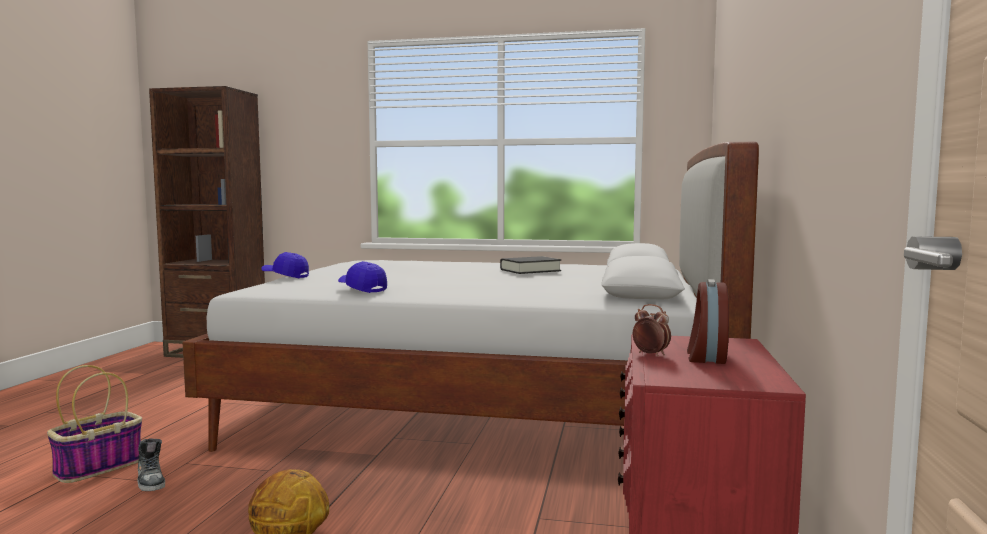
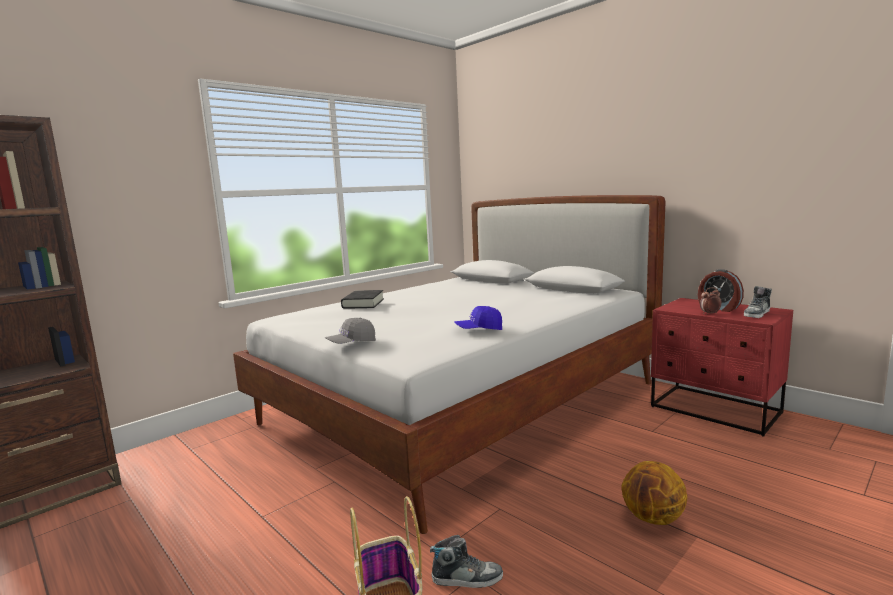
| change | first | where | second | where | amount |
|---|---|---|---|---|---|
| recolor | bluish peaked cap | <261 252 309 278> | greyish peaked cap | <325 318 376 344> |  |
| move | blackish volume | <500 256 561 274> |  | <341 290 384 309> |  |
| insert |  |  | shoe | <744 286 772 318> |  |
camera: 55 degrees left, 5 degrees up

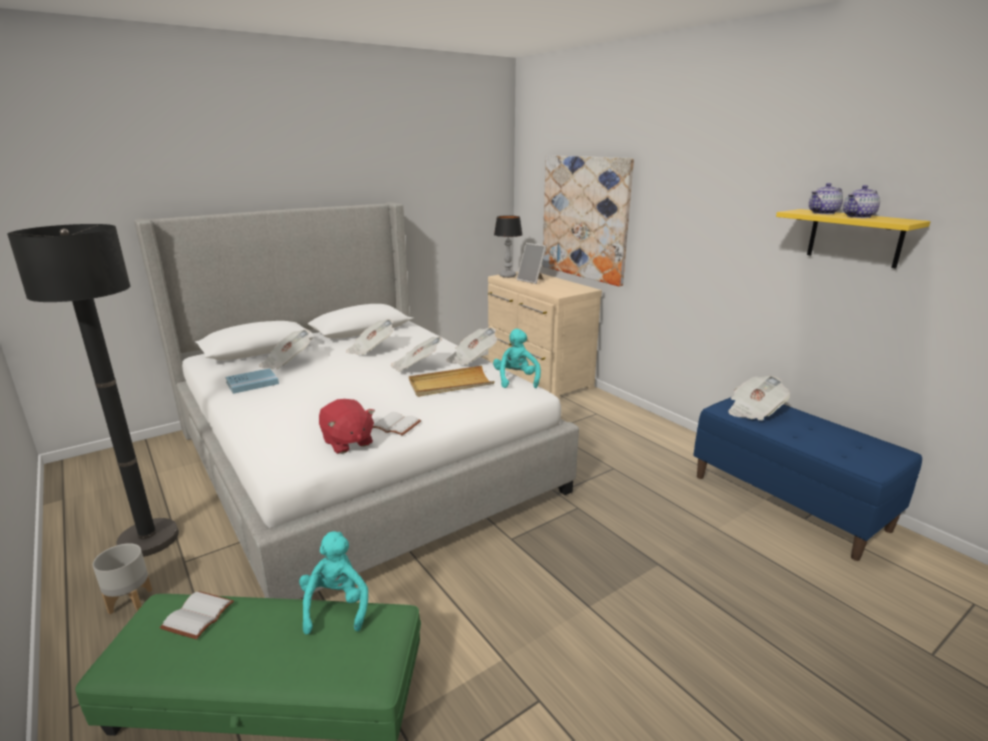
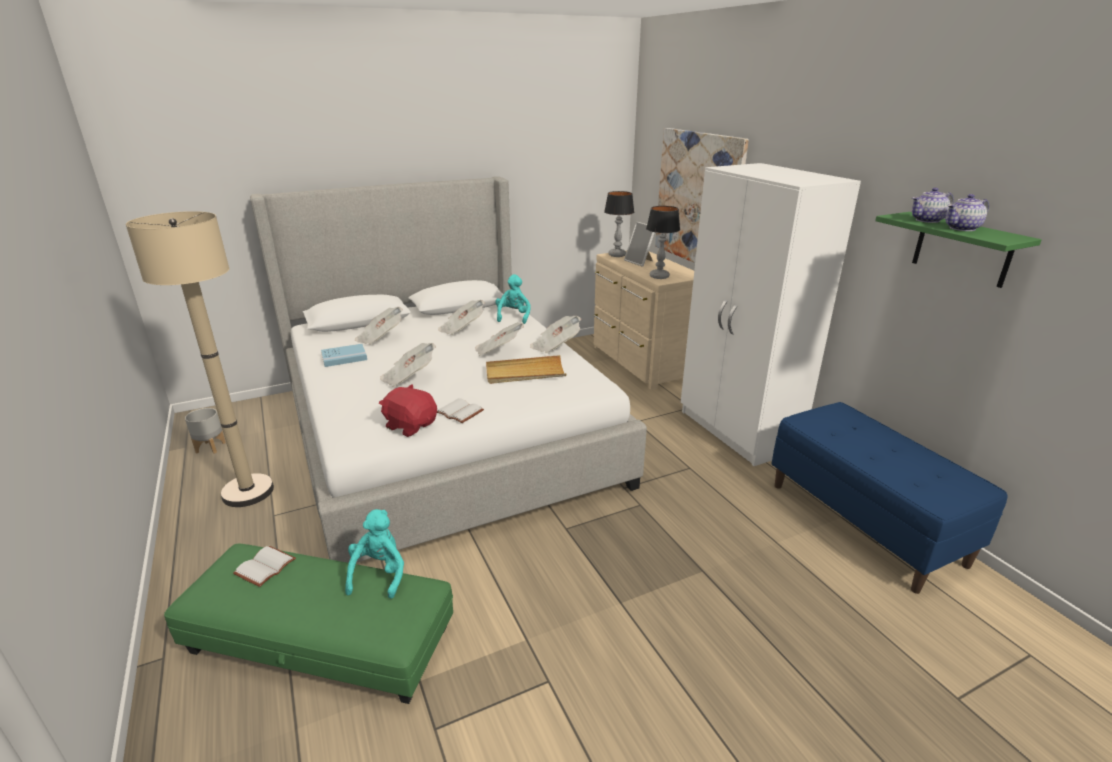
| change | first | where | second | where | amount |
|---|---|---|---|---|---|
| recolor | blackish standard lamp | <7 224 179 557> | beige-coloured standard lamp | <126 211 274 507> |  |
| move | greyish flower pot | <93 543 152 614> |  | <185 408 226 454> |  |
| rotate | red-coloured plush toy | <319 399 375 454> |  | <379 384 437 437> | 150 degrees clockwise |
| move | blue-green plush toy | <493 329 541 388> |  | <495 274 531 324> |  |
| move | daily paper | <728 376 790 420> |  | <380 343 436 387> |  |
| recolor | yellow wall shelf | <776 209 931 269> | greenish wall shelf | <875 212 1042 288> |  |
| insert |  |  | tabletop lamp | <646 206 680 279> |  |
| insert |  |  | white wardrobe | <681 163 861 466> |  |
camera: 10 degrees right, 5 degrees up

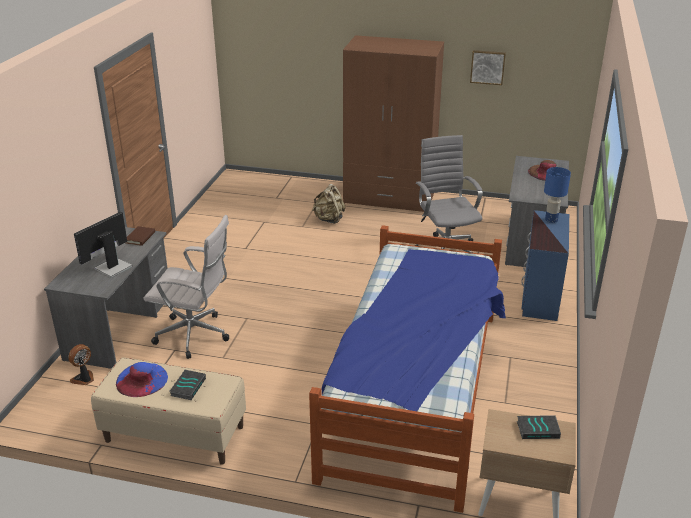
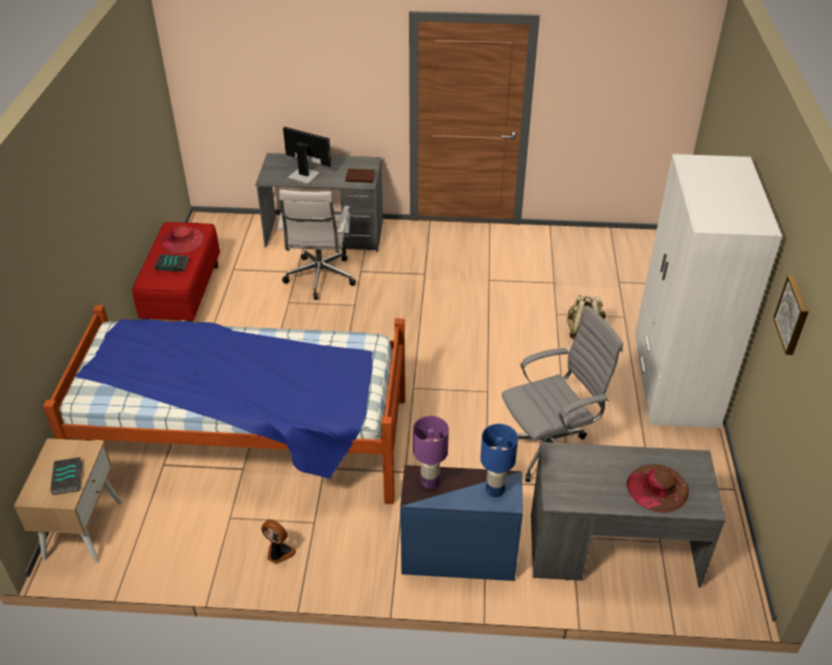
| change | first | where | second | where | amount |
|---|---|---|---|---|---|
| move | cooling fan | <68 344 94 385> |  | <261 519 296 564> |  |
| recolor | beige-coloured indoor bench | <91 358 246 465> | red-coloured indoor bench | <132 222 220 322> |  |
| recolor | bluish wearable hat | <116 362 168 397> | red-coloured wearable hat | <161 225 205 253> |  |
| recolor | brownish wardrobe | <343 35 444 212> | white wardrobe | <635 154 782 428> |  |
| insert |  |  | purplish tabletop lamp | <413 416 449 489> |  |
camera: 80 degrees right, 10 degrees up

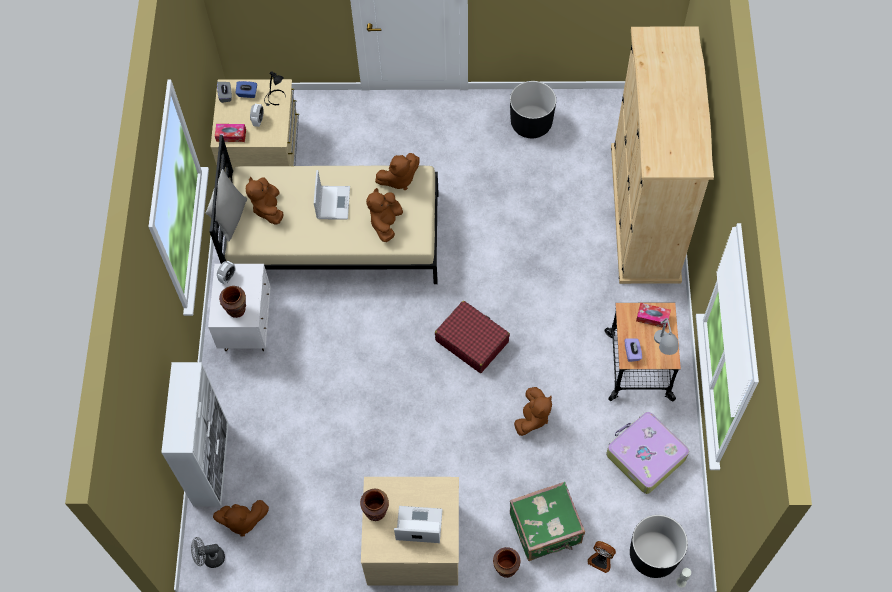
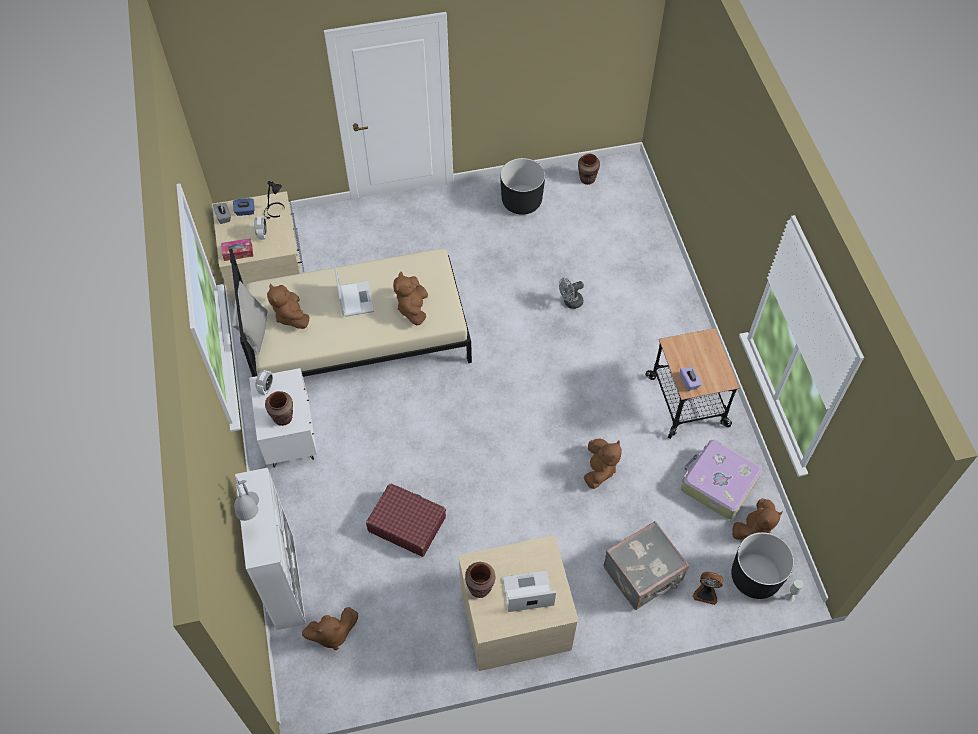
| change | first | where | second | where | amount |
|---|---|---|---|---|---|
| move | greyish cooling fan | <191 537 225 568> |  | <559 278 584 309> |  |
| move | brownish plush toy | <375 153 420 190> |  | <732 498 783 540> |  |
| move | red-coloured travel case | <435 301 510 373> |  | <366 483 446 557> |  |
| move | brownish decorative vase | <493 547 520 578> |  | <578 154 600 185> |  |
| recolor | greenish travel case | <510 482 585 561> | greyish travel case | <604 521 689 610> |  |
| delete | beige-coloured wardrobe | <611 26 714 284> |  |  |  |
| delete | box of tissues | <636 303 671 328> |  |  |  |
| move | greyish tabletop lamp | <654 318 678 355> |  | <234 478 259 521> |  |
camera: 15 degrees left, 5 degrees down

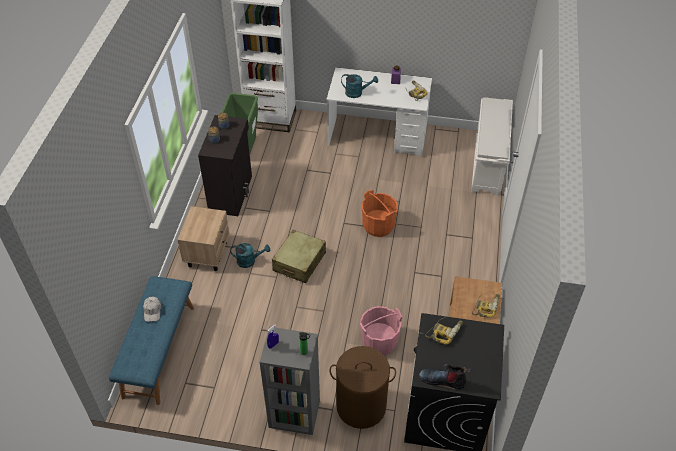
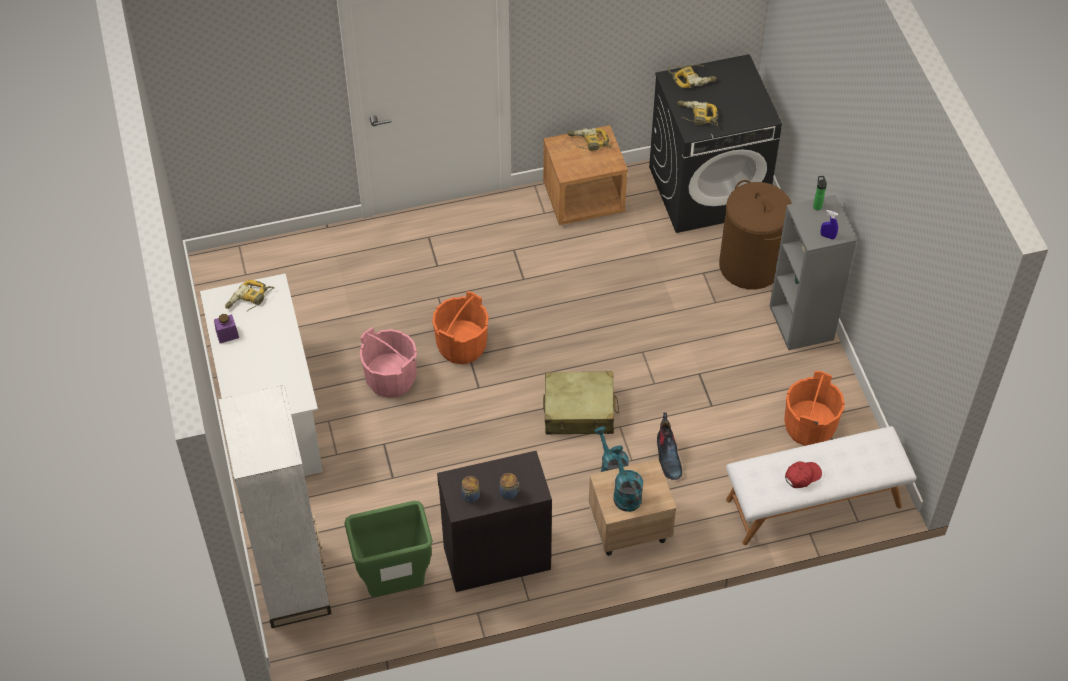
| change | first | where | second | where | amount |
|---|---|---|---|---|---|
| recolor | bluish indoor bench | <109 276 194 405> | white indoor bench | <726 426 916 545> |  |
| recolor | white peaked cap | <143 297 161 322> | red-coloured peaked cap | <785 461 822 488> |  |
| move | blue-green watering pot | <341 74 378 98> |  | <611 445 643 512> |  |
| move | pink-coloured bucket | <359 306 403 355> |  | <360 327 417 398> |  |
| move | tall boot | <419 364 472 390> |  | <657 413 682 480> |  |
| delete | white shoe stand | <471 97 513 196> |  |  |  |
| insert |  |  | electric drill | <668 65 716 88> |  |
| insert |  |  | orange bucket | <784 371 845 446> |  |
camera: 115 degrees left, 5 degrees up

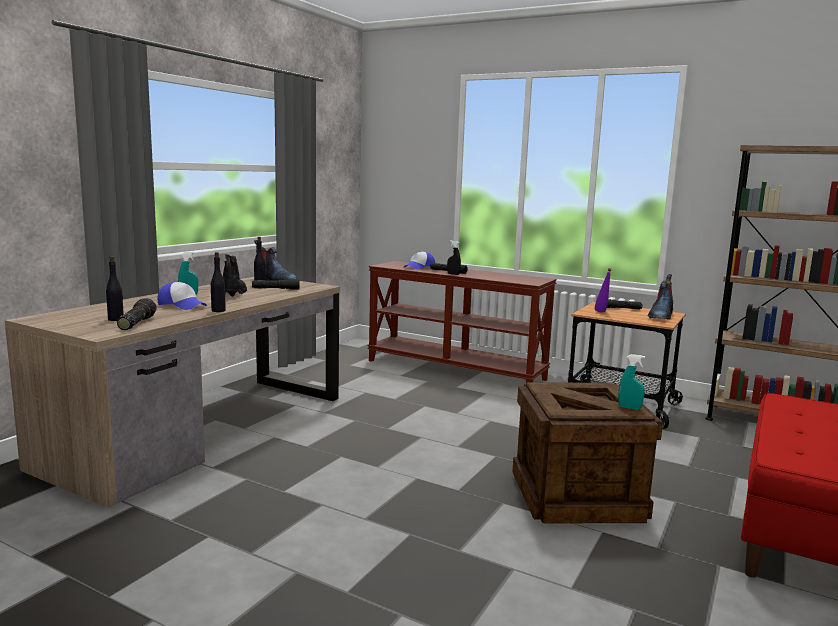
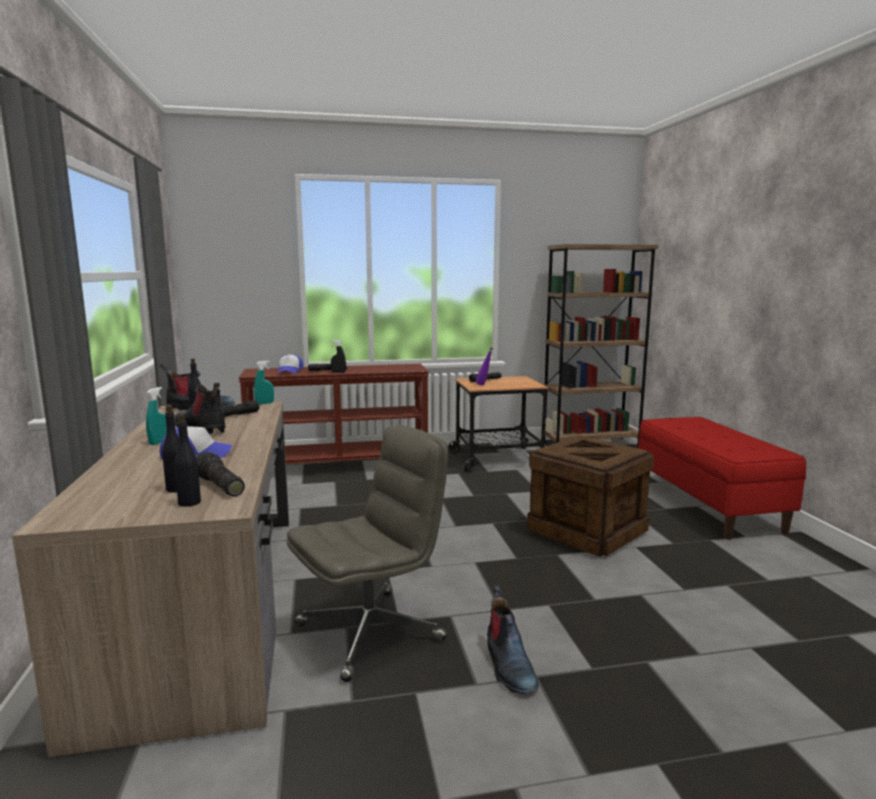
| change | first | where | second | where | amount |
|---|---|---|---|---|---|
| move | blackish beverage bottle | <211 252 226 312> |  | <174 413 201 507> |  |
| move | blue-green sprayer | <618 354 645 410> |  | <254 361 274 404> |  |
| move | tall boot | <647 274 673 320> |  | <487 584 538 694> |  |
| insert |  |  | greyish computer chair | <287 425 449 682> |  |
camera: 40 degrees left, 0 degrees up

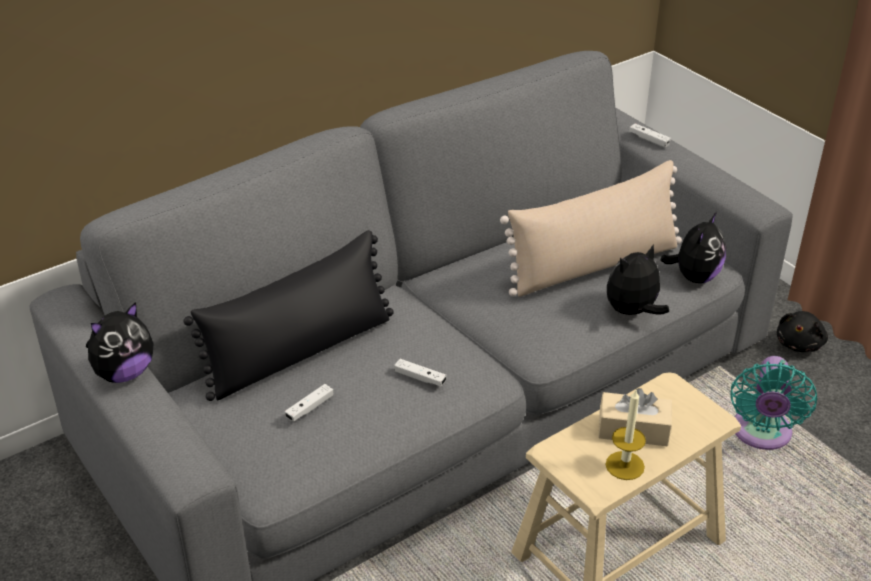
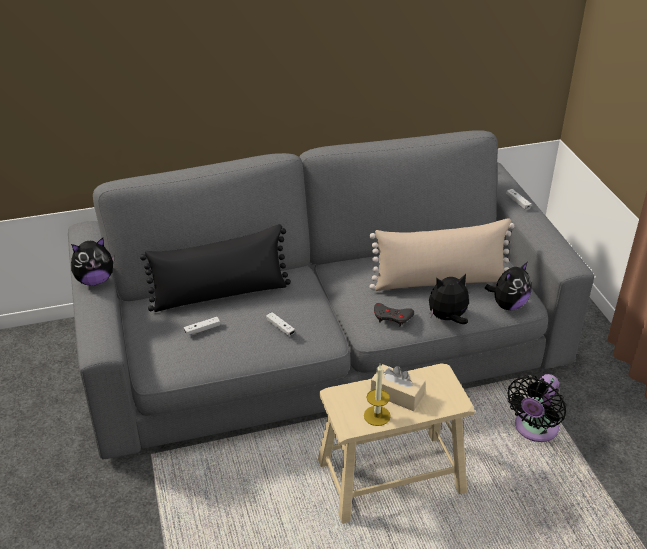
| change | first | where | second | where | amount |
|---|---|---|---|---|---|
| recolor | blue-green cooling fan | <730 356 817 450> | blackish cooling fan | <507 374 566 442> |  |
| delete | blackish plush toy | <777 311 828 352> |  |  |  |
| insert |  |  | greyish game controller | <374 303 414 327> |  |
camera: 20 degrees right, 0 degrees up

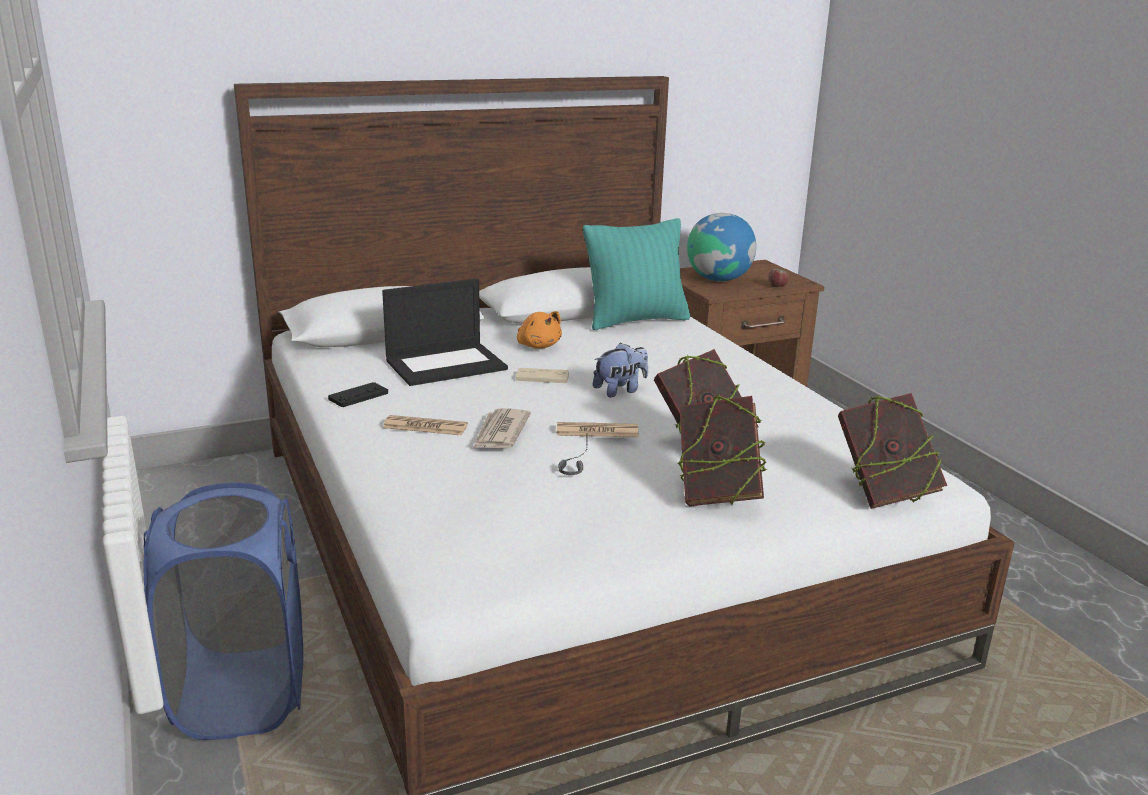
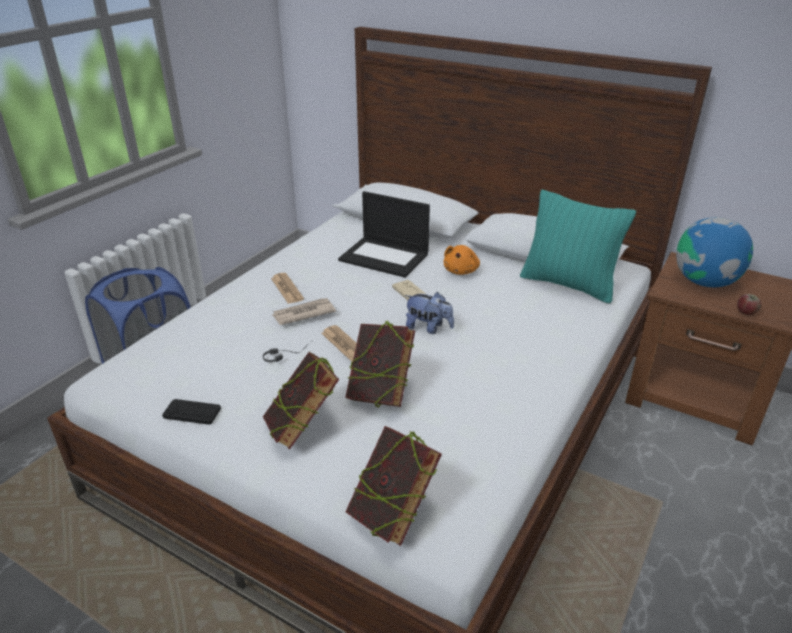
| change | first | where | second | where | amount |
|---|---|---|---|---|---|
| move | blackish game controller | <328 382 388 407> |  | <162 399 221 425> |  |
camera: 55 degrees right, 10 degrees up

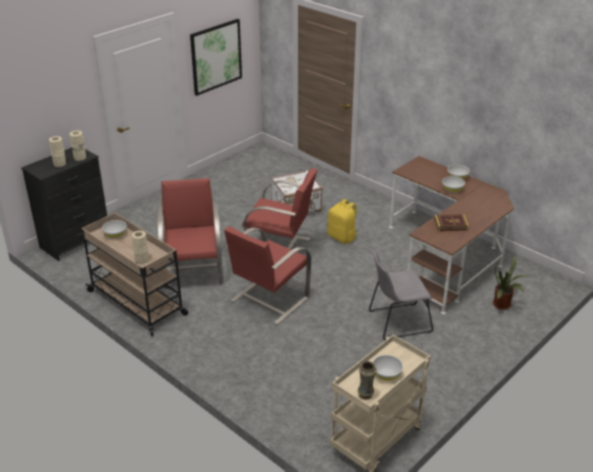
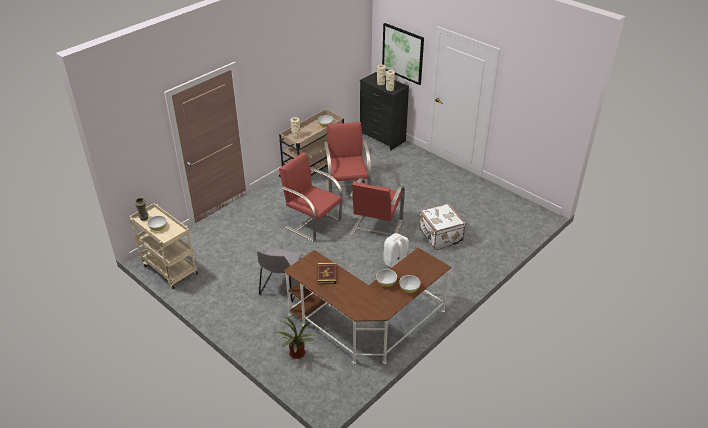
| change | first | where | second | where | amount |
|---|---|---|---|---|---|
| rotate | red-coloured lounge chair | <157 178 223 289> |  | <324 122 371 193> | 90 degrees counterclockwise |
| move | wall picture | <190 19 242 96> |  | <382 23 424 85> |  |
| recolor | yellow knapsack | <327 199 358 244> | white knapsack | <383 233 409 268> |  |
| rotate | greyish plain chair | <369 251 433 340> |  | <257 247 302 302> | 150 degrees counterclockwise |
camera: 90 degrees right, 5 degrees up

